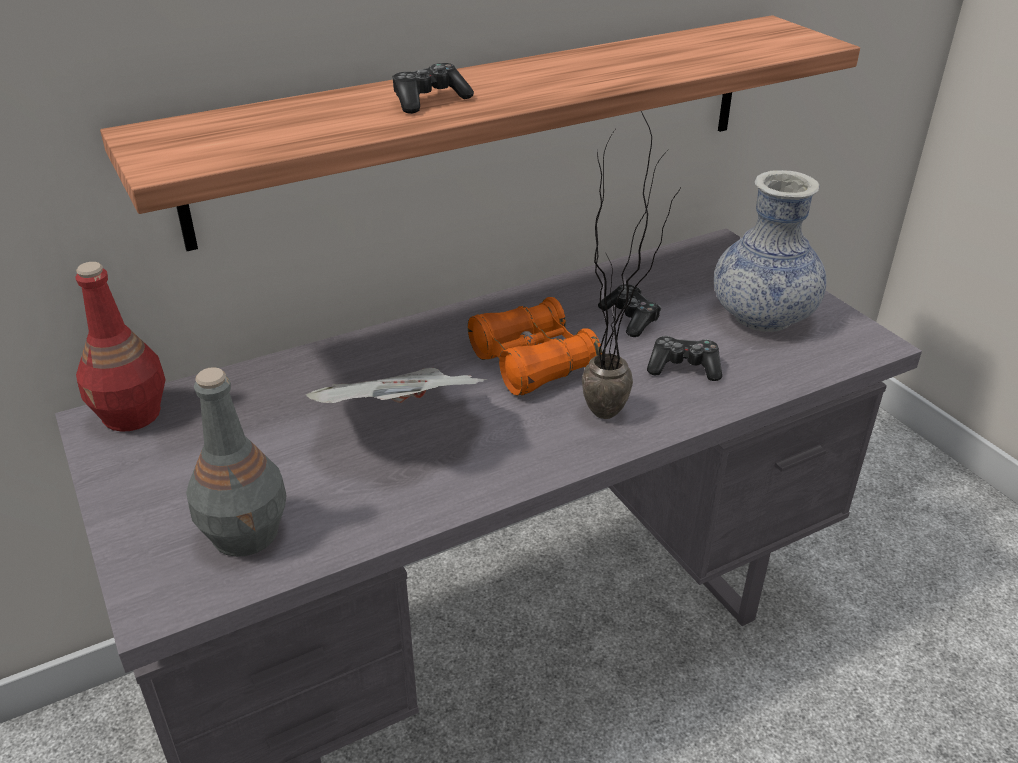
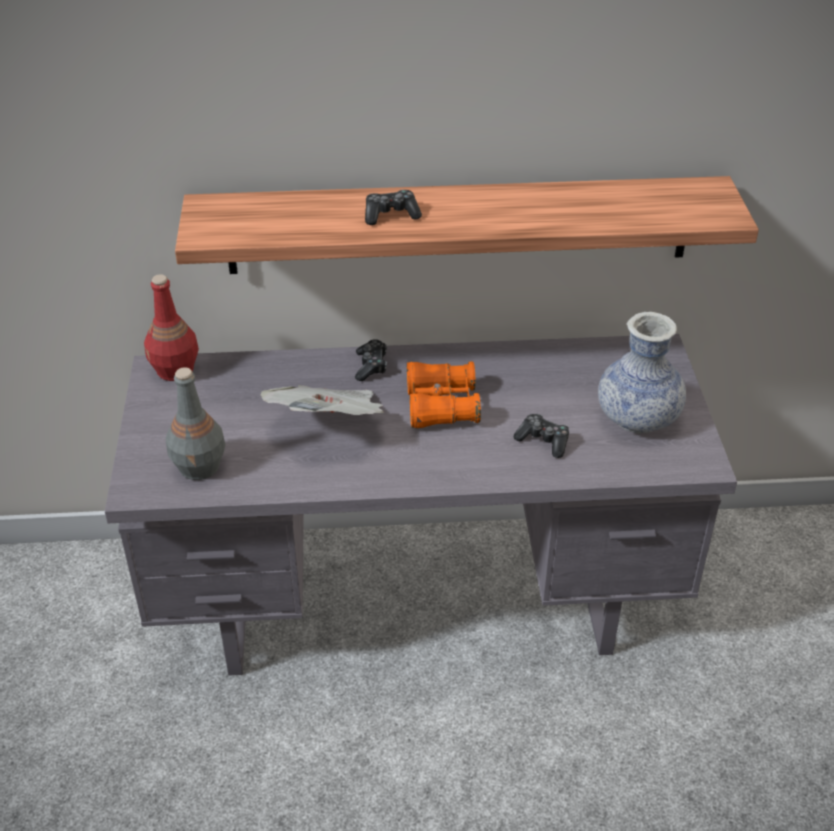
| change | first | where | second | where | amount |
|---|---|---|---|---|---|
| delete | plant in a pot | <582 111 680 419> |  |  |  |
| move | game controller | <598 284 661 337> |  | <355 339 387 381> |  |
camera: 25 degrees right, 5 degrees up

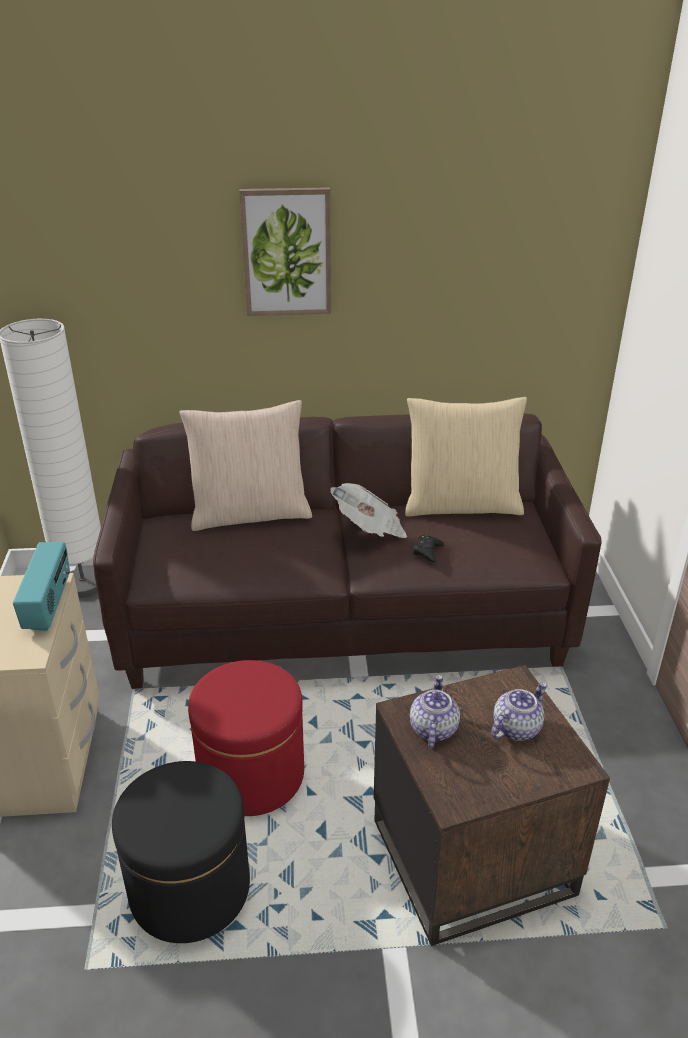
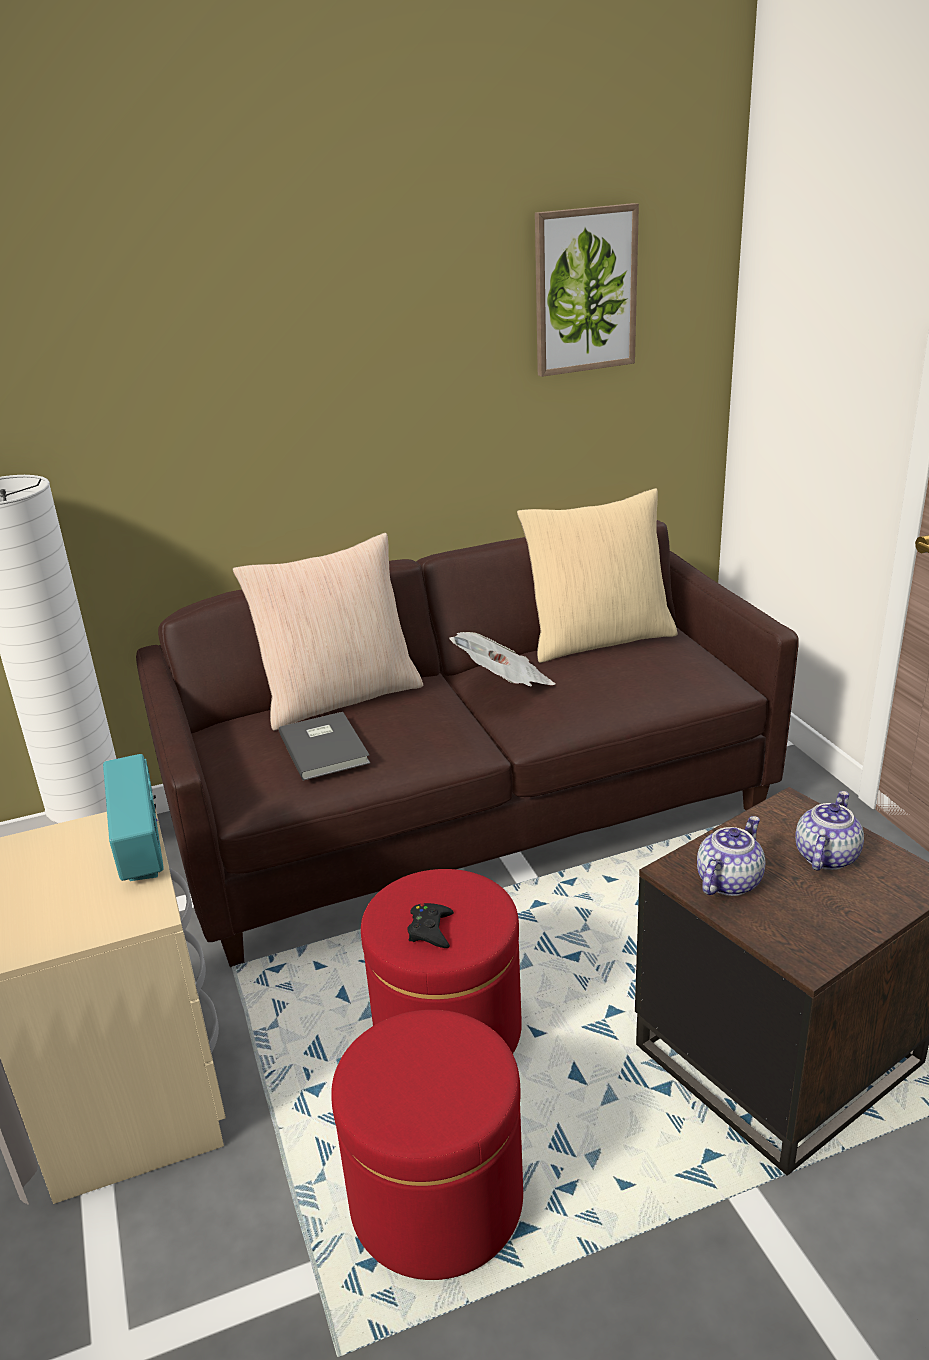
| change | first | where | second | where | amount |
|---|---|---|---|---|---|
| recolor | blackish pouffe | <112 761 250 943> | red-coloured pouffe | <331 1010 523 1280> |  |
| move | wall picture | <239 187 331 316> |  | <535 203 639 377> |  |
| rotate | pot for tea | <410 675 460 748> |  | <697 816 765 896> | 45 degrees clockwise |
| move | blackish game controller | <413 535 444 562> |  | <407 903 454 948> |  |
| insert |  |  | greyish volume | <279 712 370 781> |  |
camera: 15 degrees left, 5 degrees down

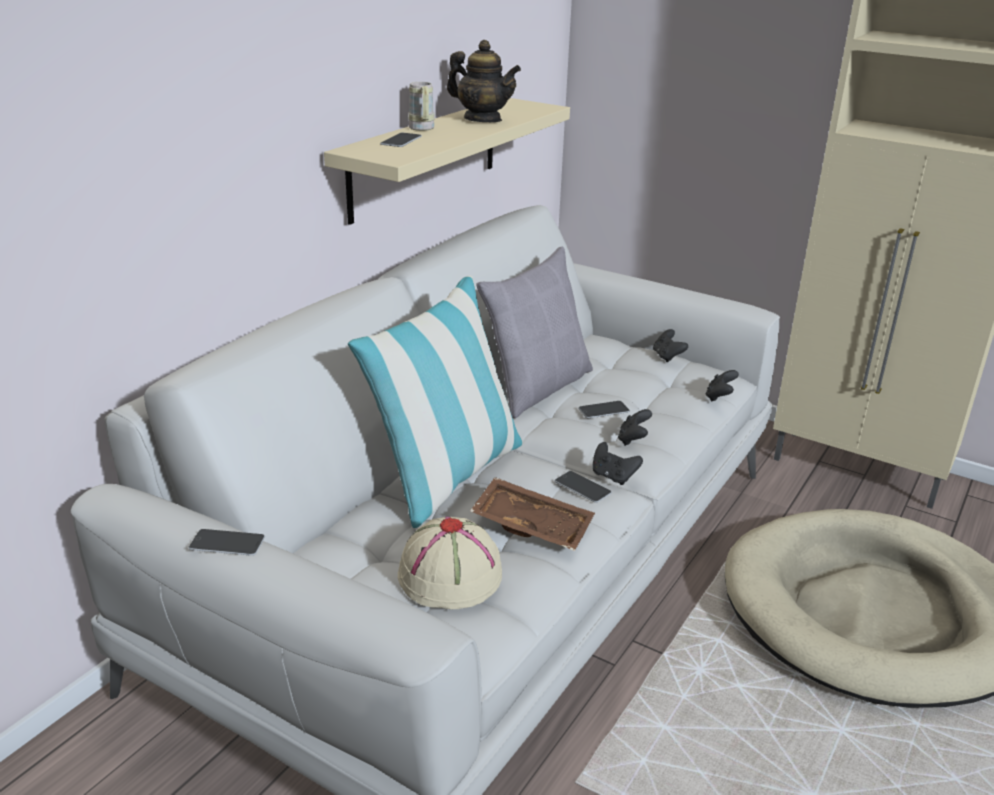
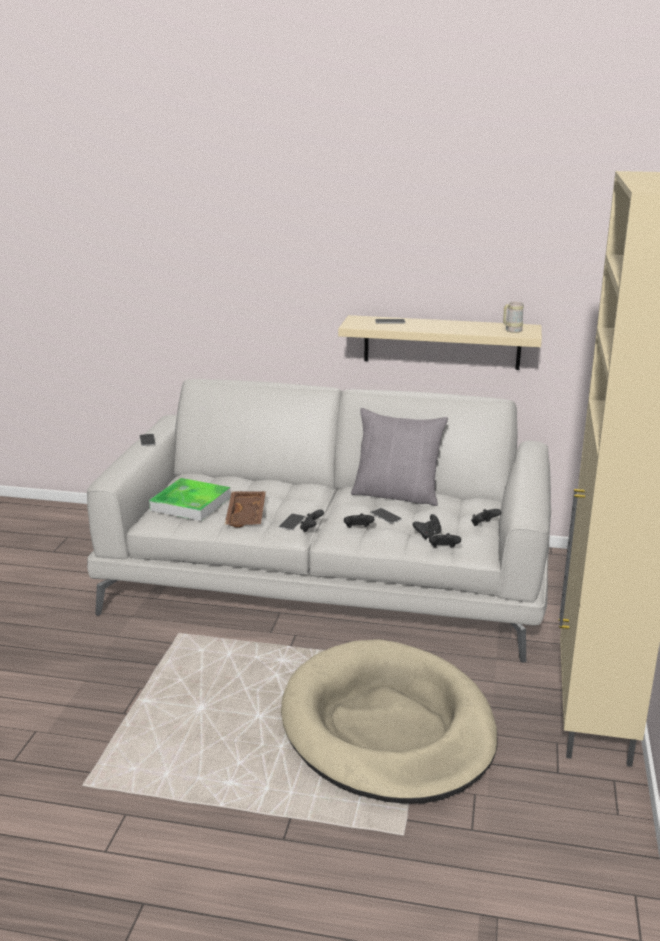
| change | first | where | second | where | amount |
|---|---|---|---|---|---|
| delete | pillow | <348 275 523 528> |  |  |  |
| replace | beige-coloured wearable hat | <398 517 502 609> | serving tray | <149 478 231 521> |  |
| move | beige-coloured tea mug | <408 82 435 131> |  | <503 302 524 333> |  |
| delete | pot for tea | <447 40 521 122> |  |  |  |
| insert |  |  | blackish game controller | <413 514 442 540> |  |
camera: 70 degrees right, 5 degrees down

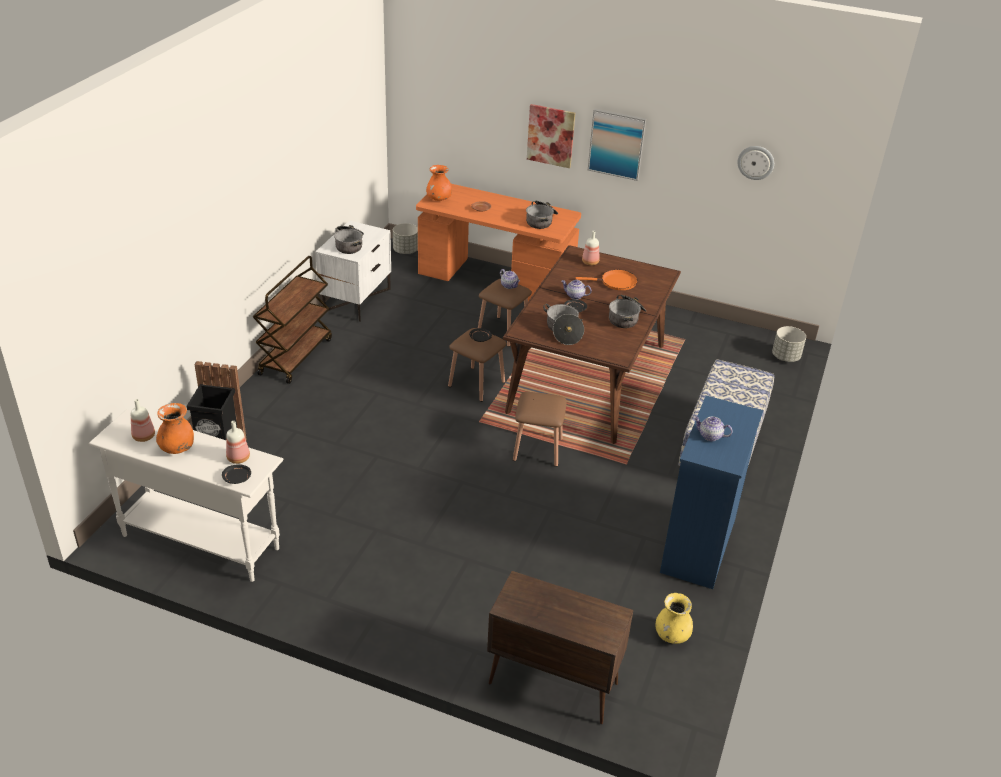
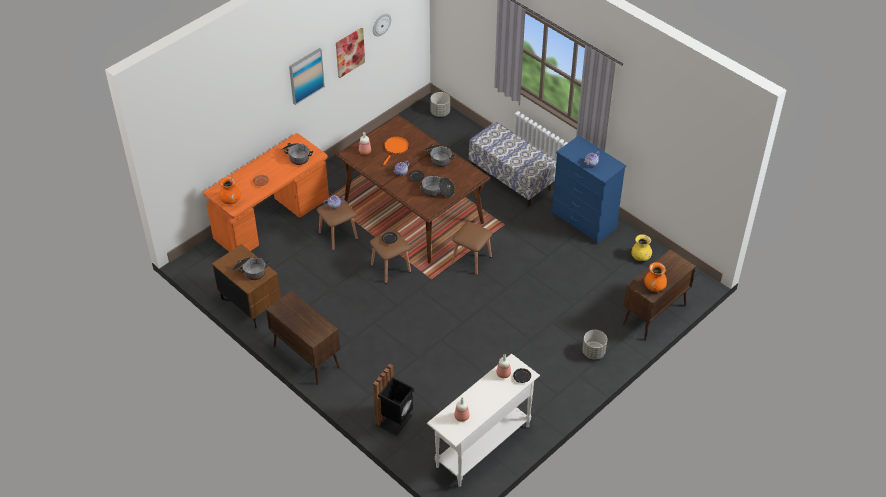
| change | first | where | second | where | amount |
|---|---|---|---|---|---|
| move | orange decorative vase | <156 403 194 454> |  | <644 262 667 292> |  |
| replace | brownish wheeled cart | <253 256 332 384> | brownish cabinet | <266 291 340 385> |  |
| recolor | white nightstand | <316 221 391 322> | brownish nightstand | <212 244 281 328> |  |
| move | greyish flower pot | <393 223 418 254> |  | <582 330 607 359> |  |
| move | wall picture | <527 104 575 168> |  | <336 27 365 78> |  |
camera: 65 degrees left, 10 degrees up

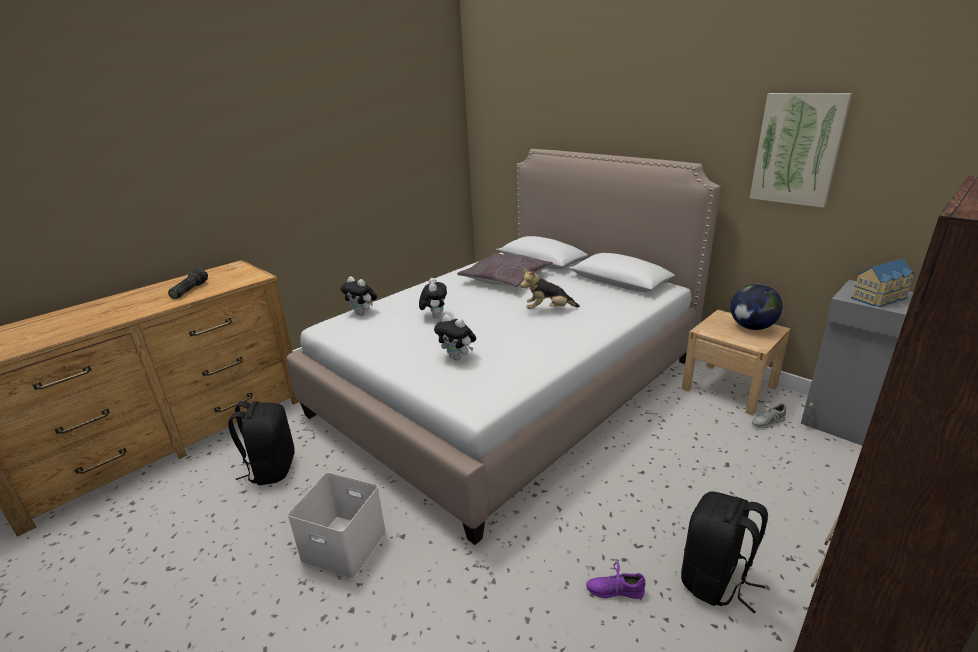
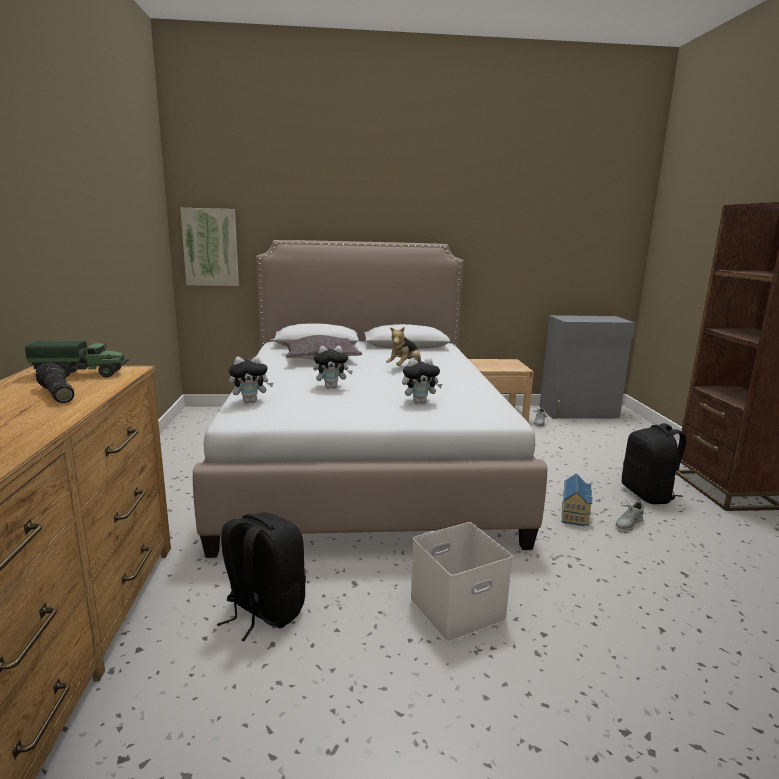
| change | first | where | second | where | amount |
|---|---|---|---|---|---|
| rotate | plush toy | <419 278 447 319> |  | <313 346 353 388> | 135 degrees clockwise |
| recolor | purplish shoe | <586 560 645 599> | greyish shoe | <616 499 644 531> |  |
| delete | desk globe | <730 283 782 330> |  |  |  |
| move | wall picture | <749 93 852 208> |  | <180 208 239 286> |  |
| move | model house | <851 259 915 307> |  | <562 473 592 526> |  |
| insert |  |  | toy lorry | <25 341 129 377> |  |
camera: 50 degrees left, 10 degrees down

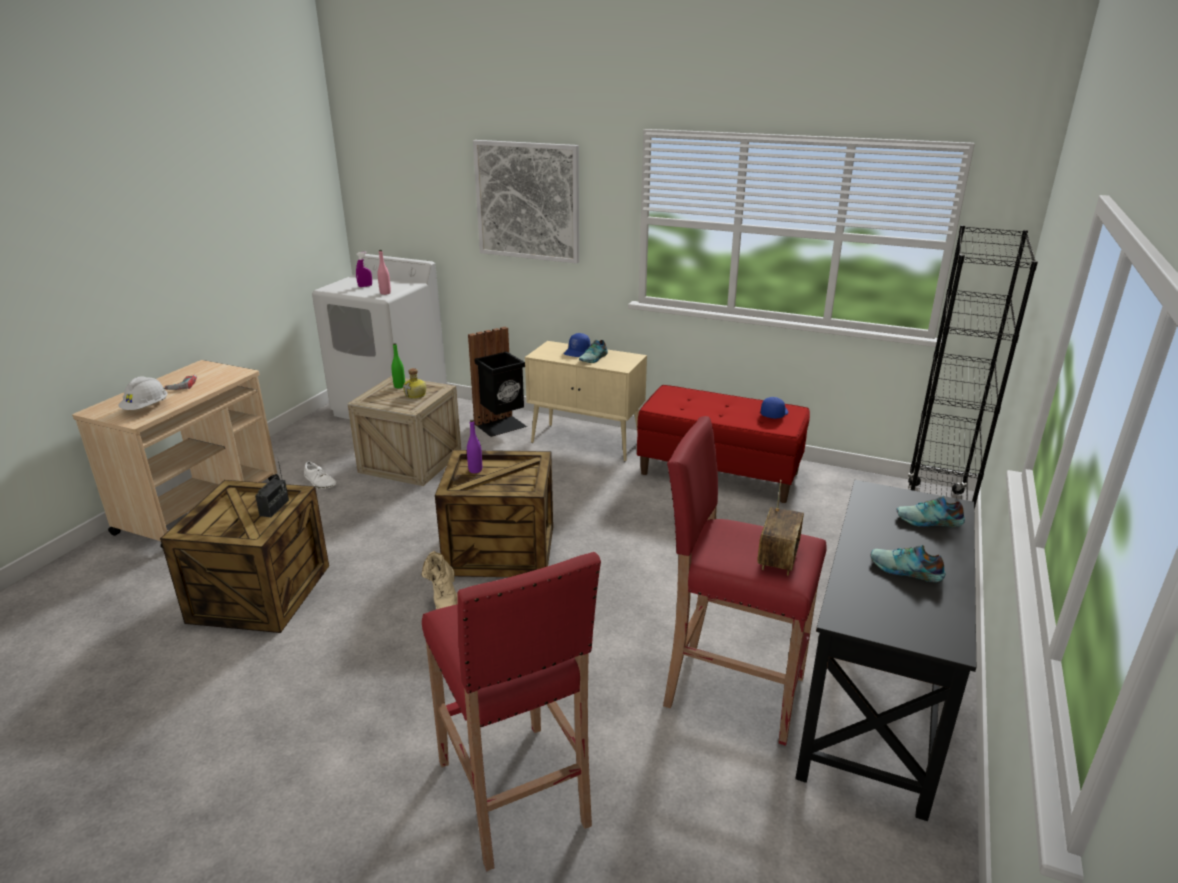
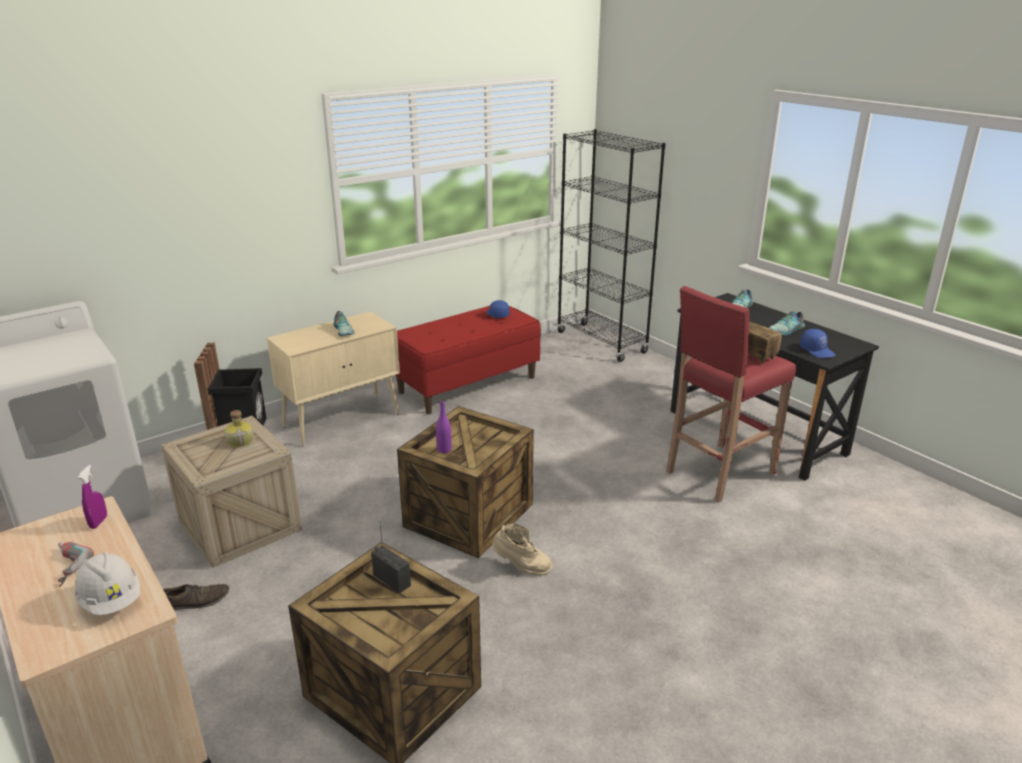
| change | first | where | second | where | amount |
|---|---|---|---|---|---|
| recolor | white shoe | <304 461 337 489> | brownish shoe | <163 584 229 610> |  |
| move | purplish sprayer | <356 252 372 287> |  | <78 465 107 529> |  |
| delete | pink-coloured beverage bottle | <377 250 391 295> |  |  |  |
| delete | greenish beverage bottle | <391 343 405 388> |  |  |  |
| delete | red-coloured stool | <422 552 601 871> |  |  |  |
| delete | wall picture | <473 140 579 264> |  |  |  |
| move | bluish peaked cap | <564 333 590 357> |  | <800 329 835 358> |  |
camera: 60 degrees left, 0 degrees up

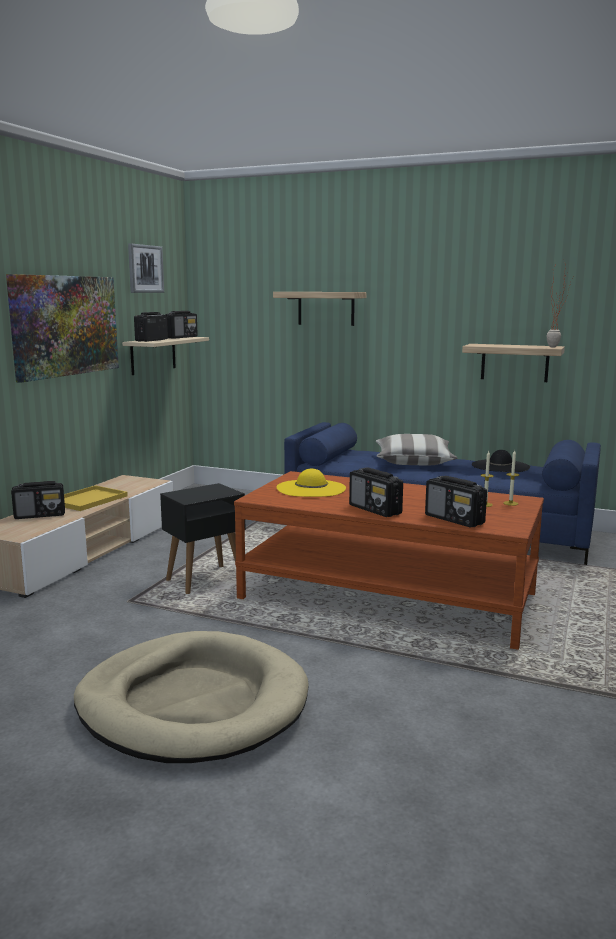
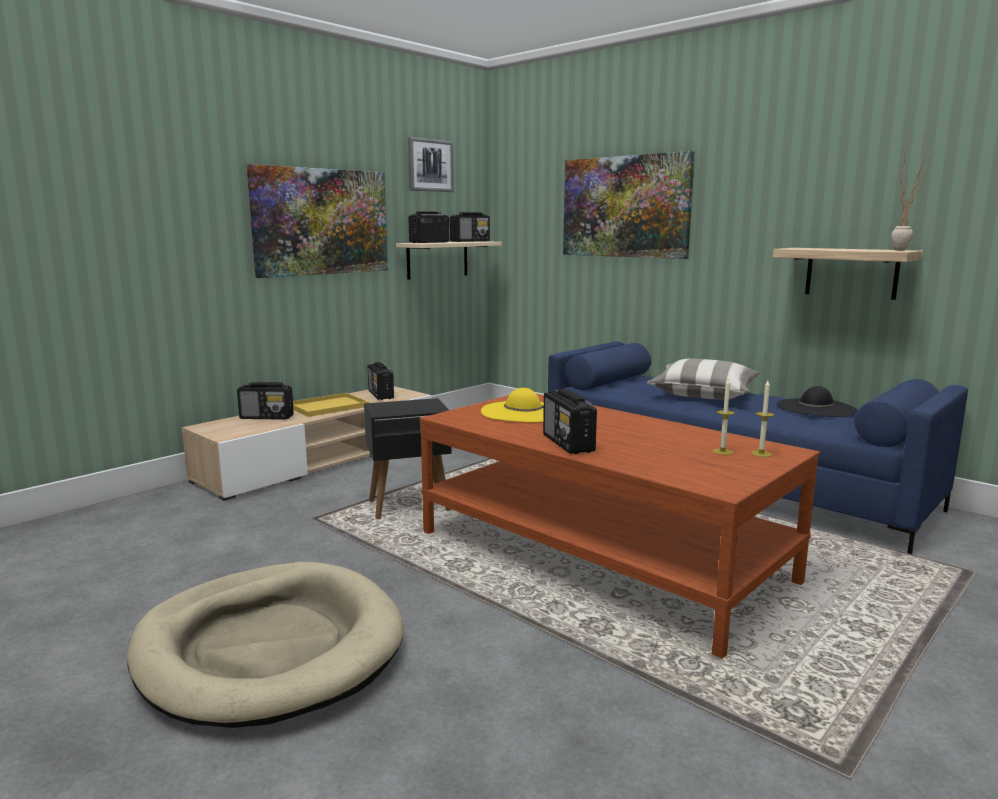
| change | first | where | second | where | amount |
|---|---|---|---|---|---|
| replace | wall shelf | <273 292 366 326> | wall picture | <563 151 695 259> |  |
| move | radio | <425 476 487 528> |  | <368 362 394 400> |  |
camera: 20 degrees right, 0 degrees up

